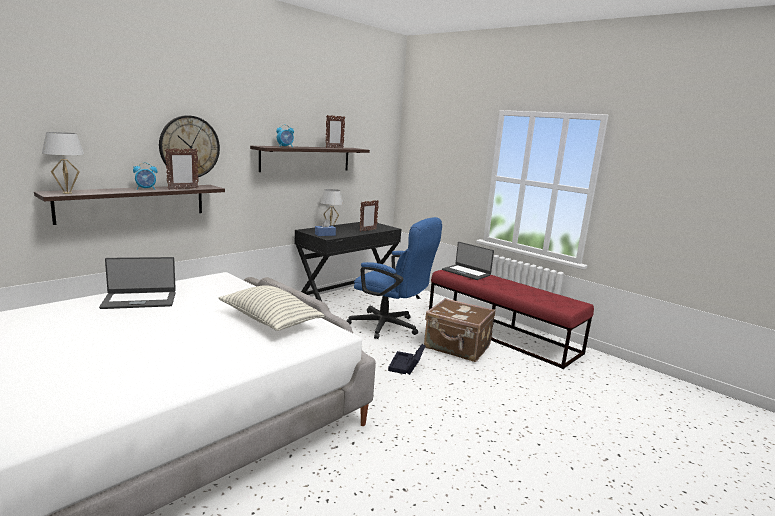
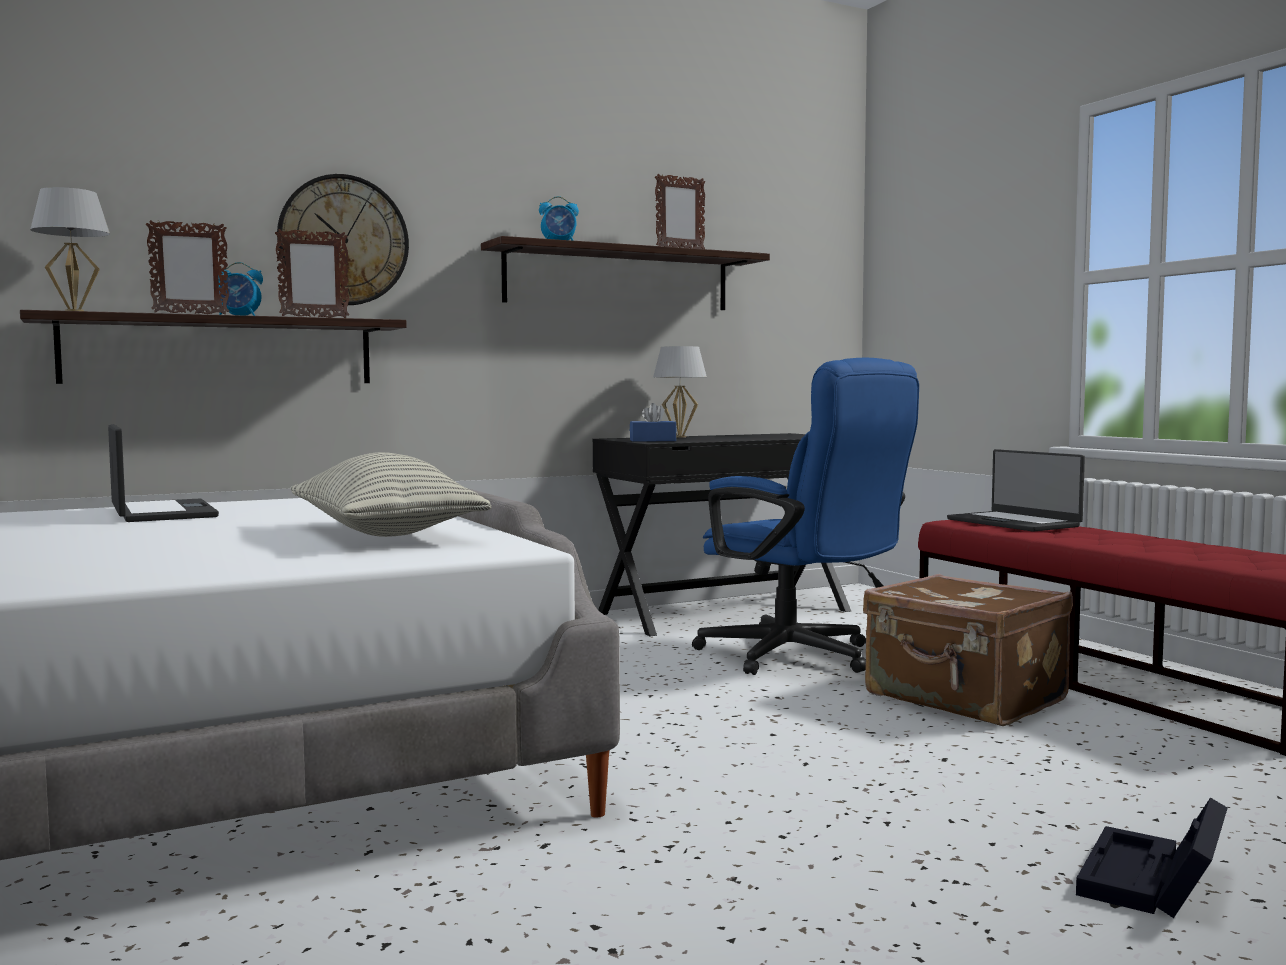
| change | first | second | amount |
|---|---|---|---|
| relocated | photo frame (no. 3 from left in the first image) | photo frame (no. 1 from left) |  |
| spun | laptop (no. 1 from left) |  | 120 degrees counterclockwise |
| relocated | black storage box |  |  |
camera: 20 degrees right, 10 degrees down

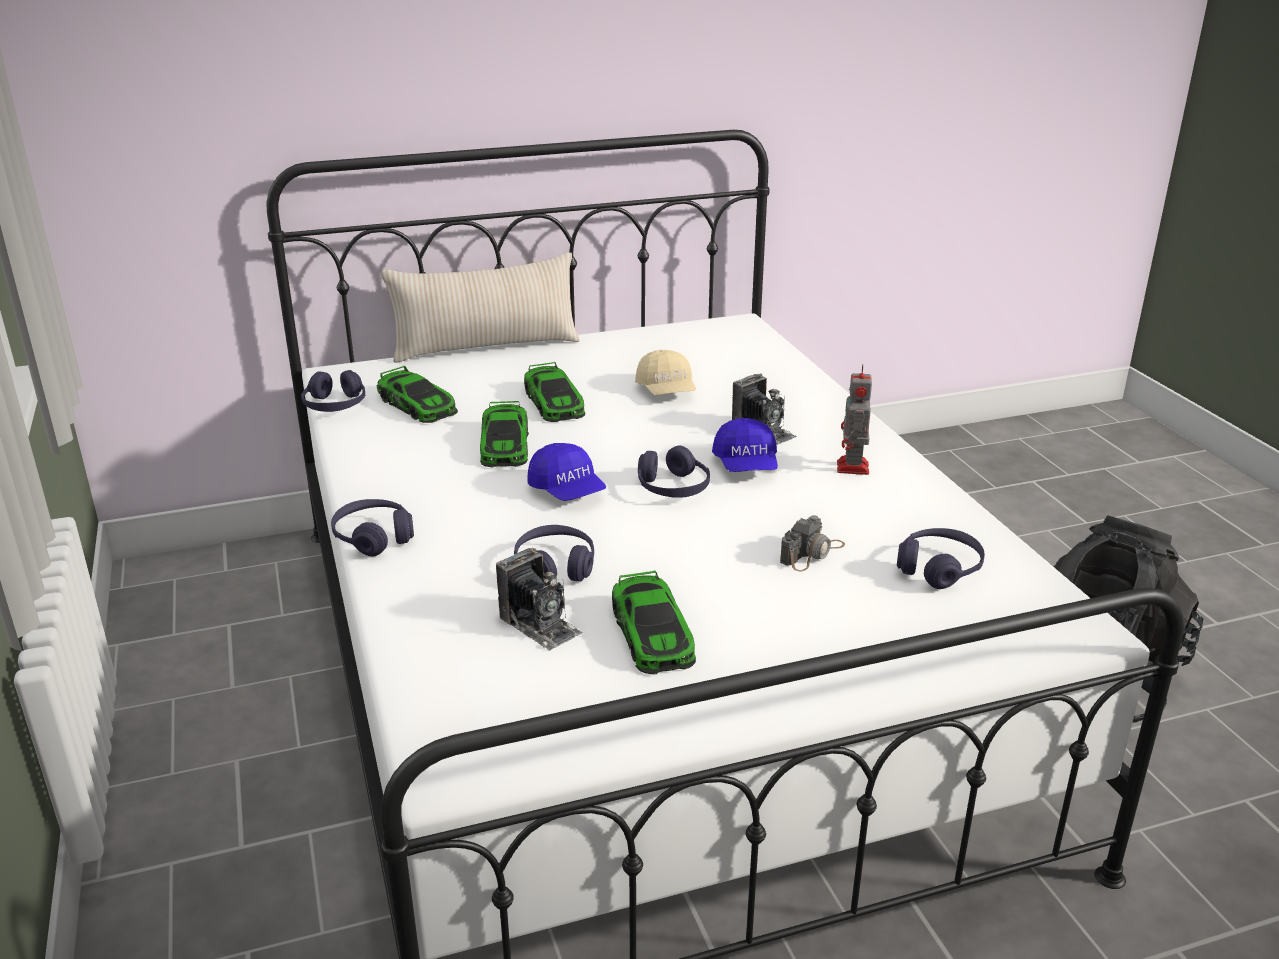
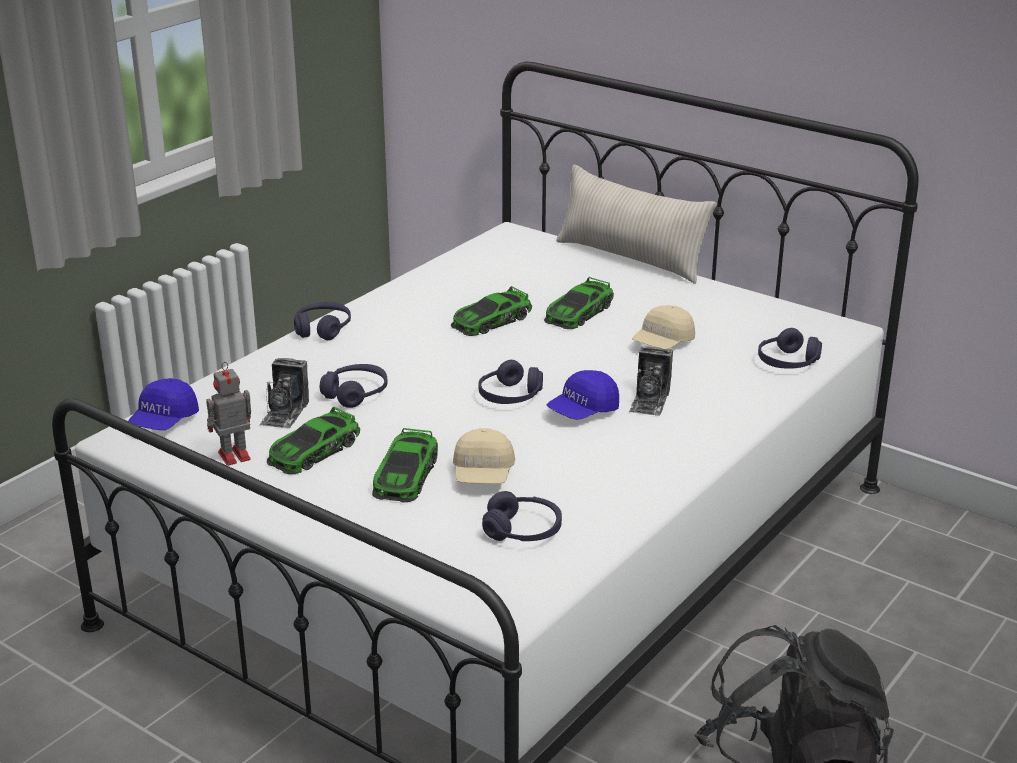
| change | first | second | amount |
|---|---|---|---|
| relocated | toy robot |  |  |
| relocated | miniature car (no. 1 from left in the first image) | miniature car (no. 2 from left) |  |
| relocated | purple-coloured headset (no. 1 from left in the first image) | purple-coloured headset (no. 5 from left) |  |
| relocated | bluish cap (no. 1 from left) |  |  |
| exchanged | photo camera (no. 3 from left) | beige cap (no. 1 from left) |  |
camera: 55 degrees right, 0 degrees up

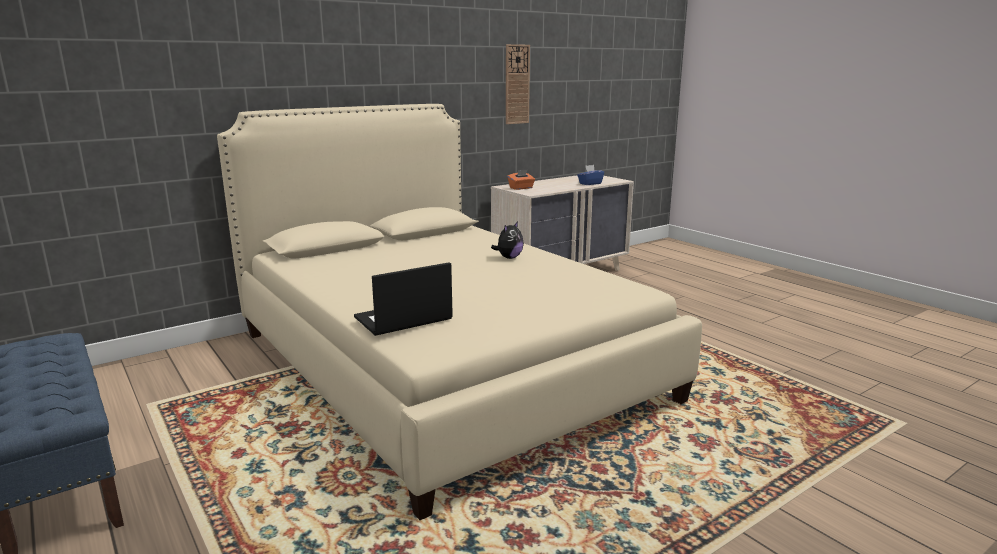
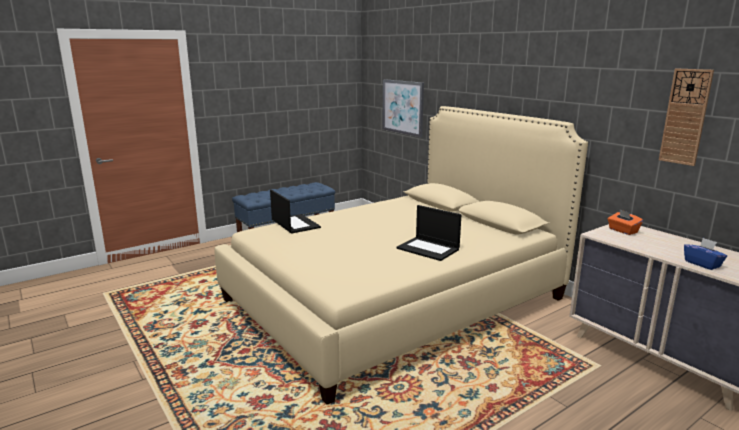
| change | first | second | amount |
|---|---|---|---|
| exchanged | cuddly toy | laptop (no. 2 from left) |  |
| appeared |  | wall picture |  |
camera: 90 degrees right, 0 degrees up

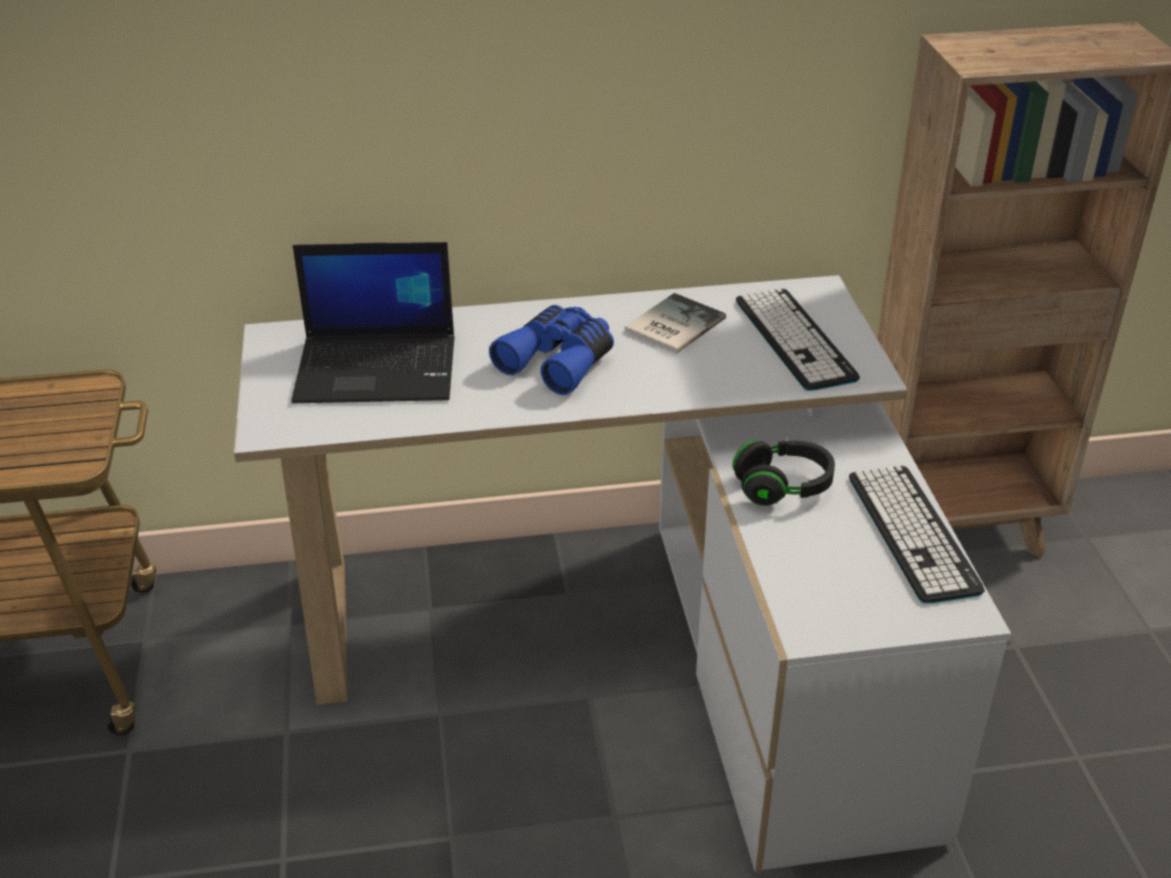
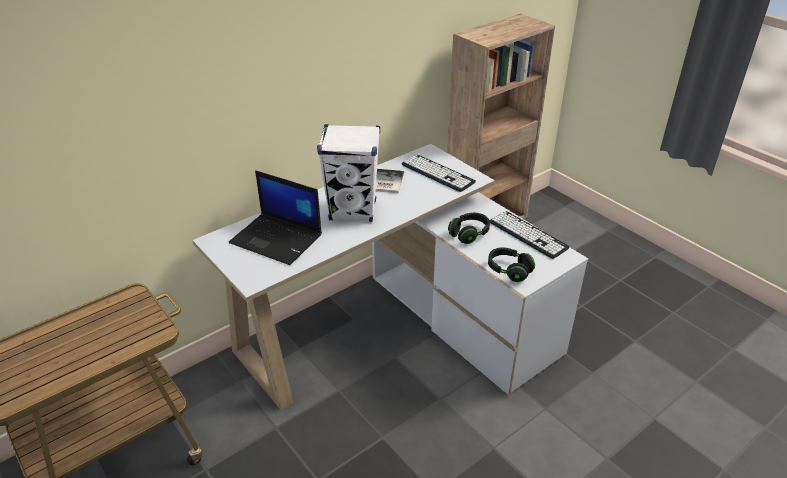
| change | first | second | amount |
|---|---|---|---|
| spun | laptop |  | 60 degrees clockwise |
| exchanged | bluish binoculars | white-coloured loudspeaker |  |
| appeared |  | black headset (no. 2 from left) |  |
camera: 30 degrees left, 0 degrees up

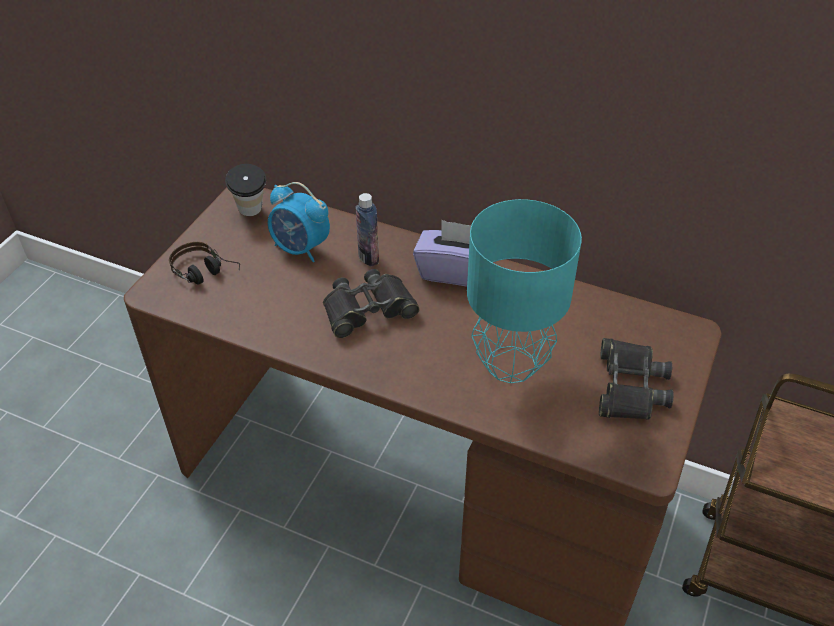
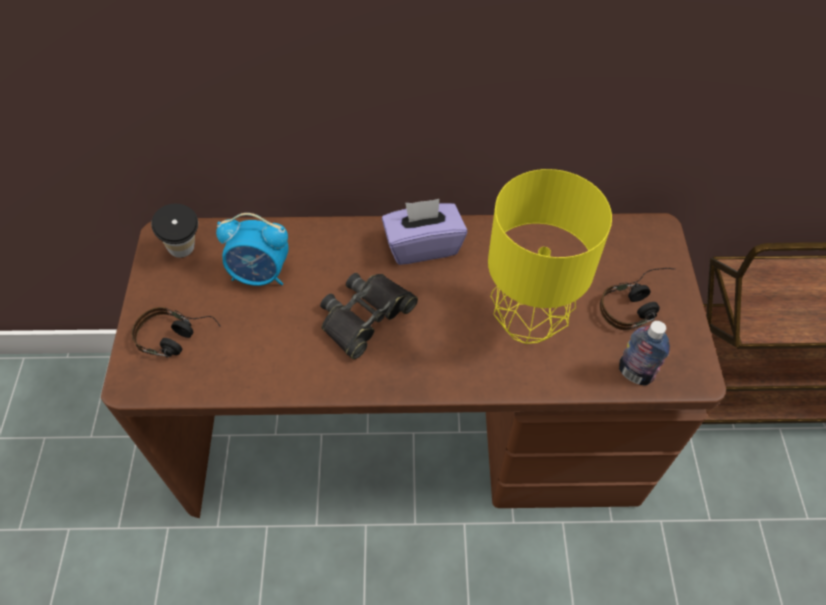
| change | first | second | amount |
|---|---|---|---|
| relocated | bottle |  |  |
| colour | turquoise-coloured table lamp | yellow table lamp |  |
| exchanged | black binoculars (no. 2 from left) | headset (no. 2 from left) |  |
camera: 25 degrees left, 10 degrees up

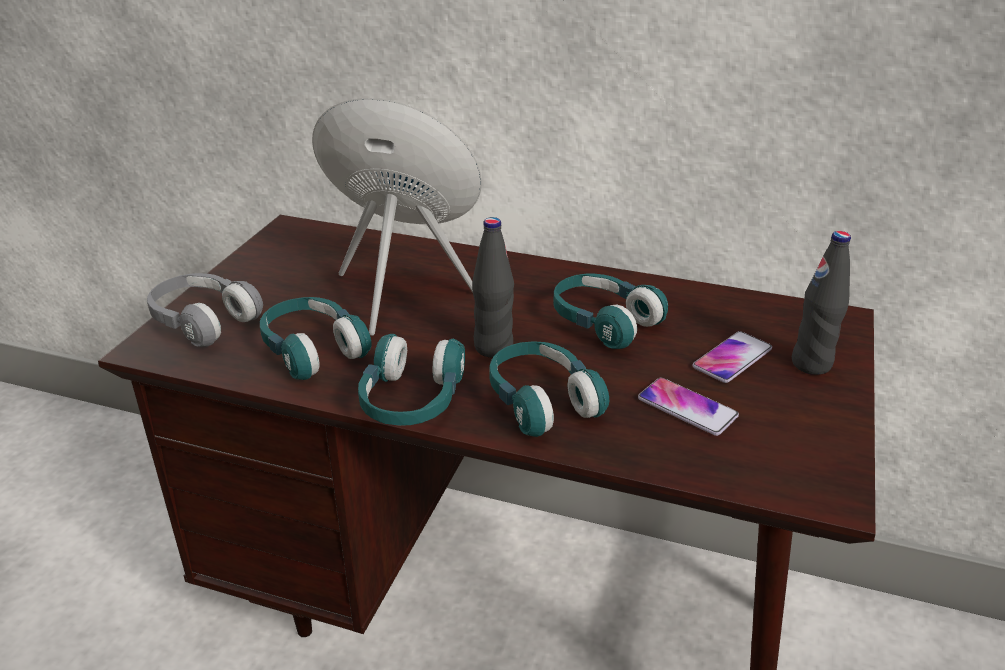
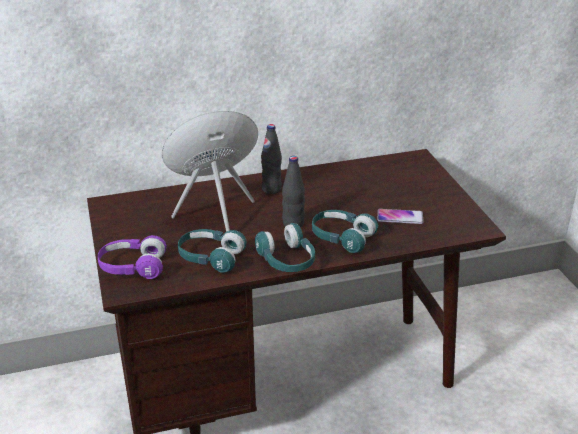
| change | first | second | amount |
|---|---|---|---|
| relocated | black bottle (no. 2 from left in the first image) | black bottle (no. 1 from left) |  |
| colour | greyish headset | purple-coloured headset |  |
| missing | turquoise-coloured headset (no. 4 from left) |  |  |
| missing | handset (no. 2 from left) |  |  |
camera: 35 degrees left, 0 degrees up

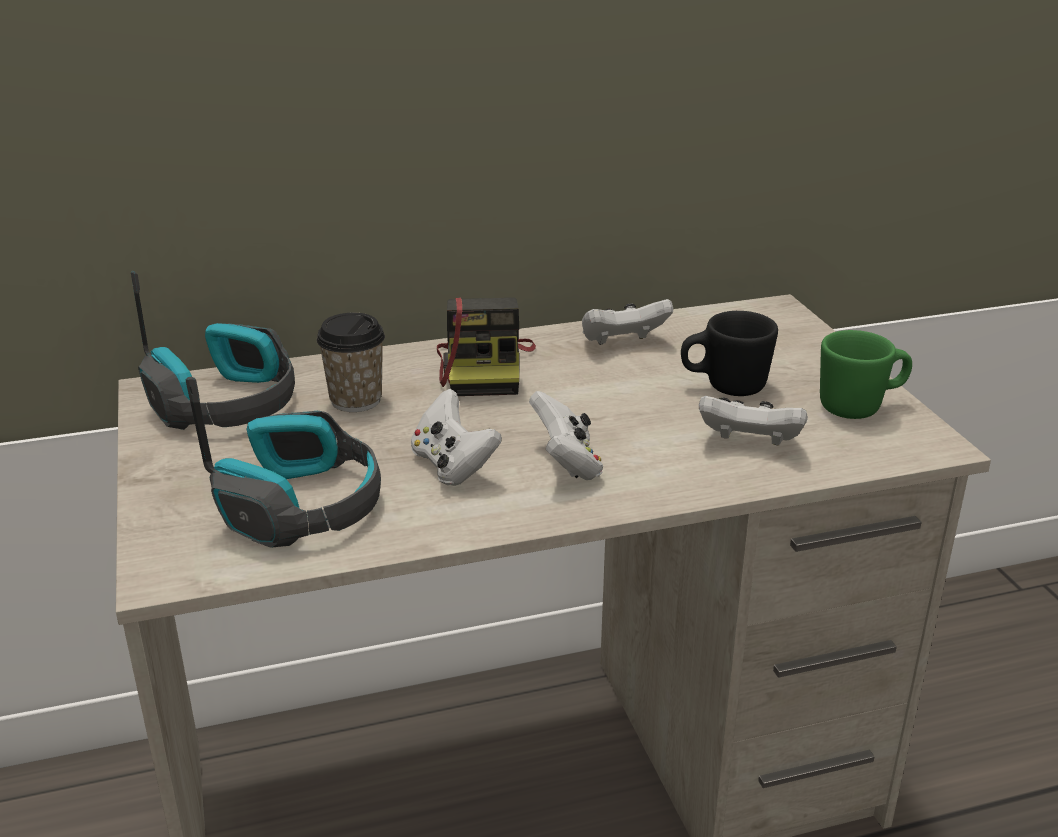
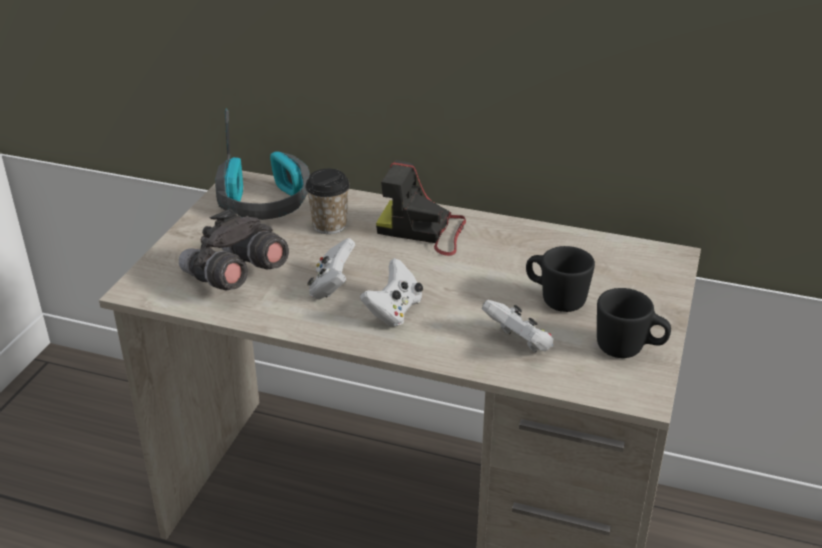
| change | first | second | amount |
|---|---|---|---|
| spun | photo camera |  | 75 degrees clockwise |
| missing | white-coloured game controller (no. 3 from left) |  |  |
| colour | green-coloured tea mug | black tea mug (no. 2 from left) |  |
| exchanged | headset (no. 2 from left) | greyish binoculars |  |
camera: 35 degrees right, 5 degrees up

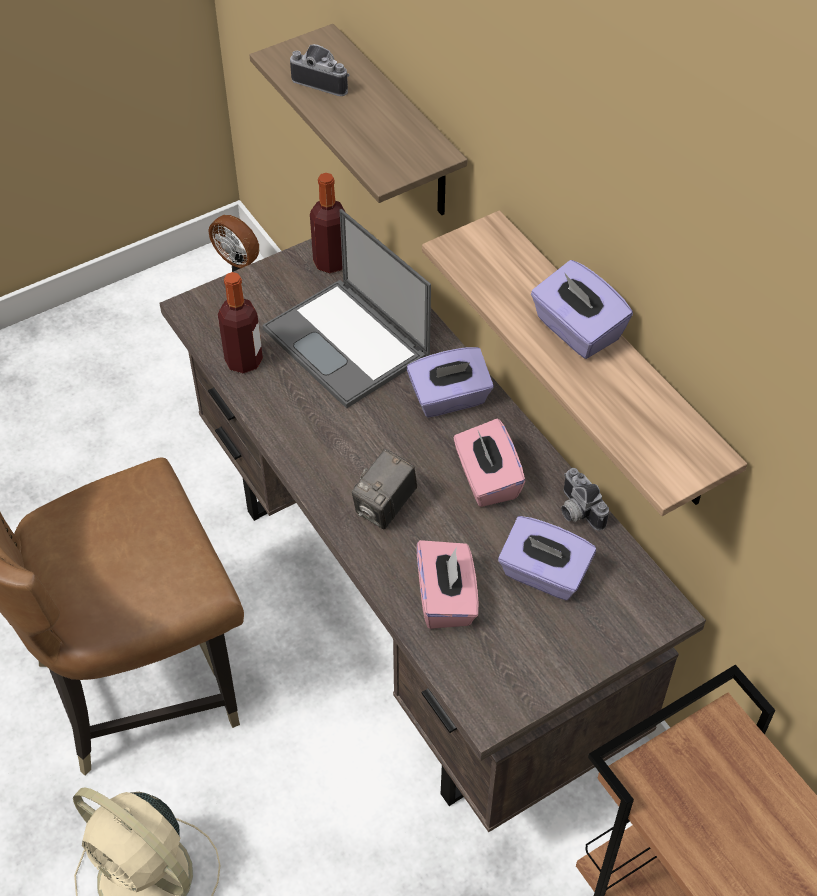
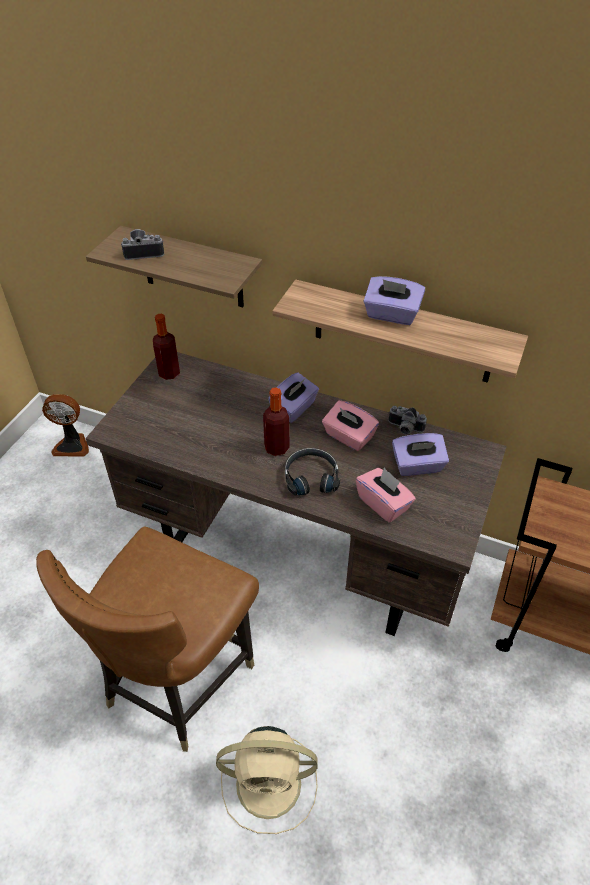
| change | first | second | amount |
|---|---|---|---|
| missing | laptop |  |  |
| relocated | bottle (no. 1 from left in the first image) | bottle (no. 2 from left) |  |
| exchanged | photo camera (no. 2 from left) | black headset |  |
camera: 35 degrees left, 5 degrees down

